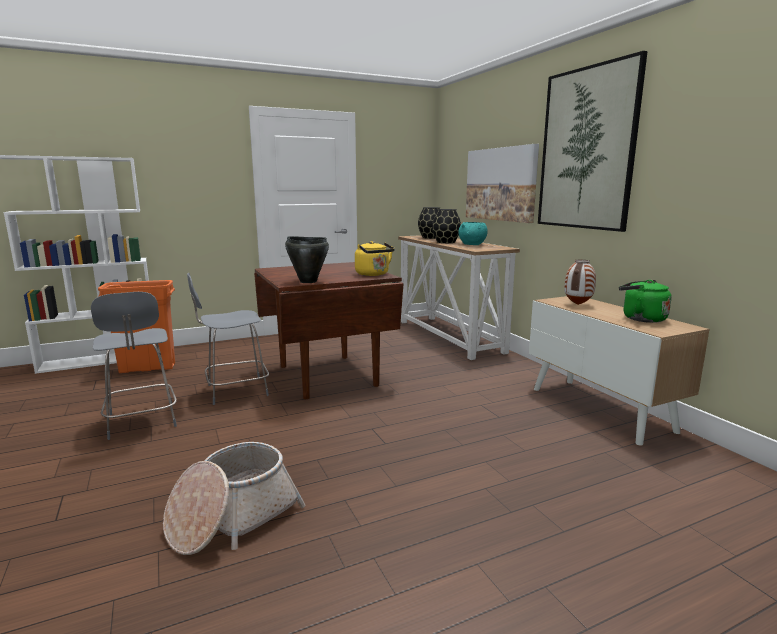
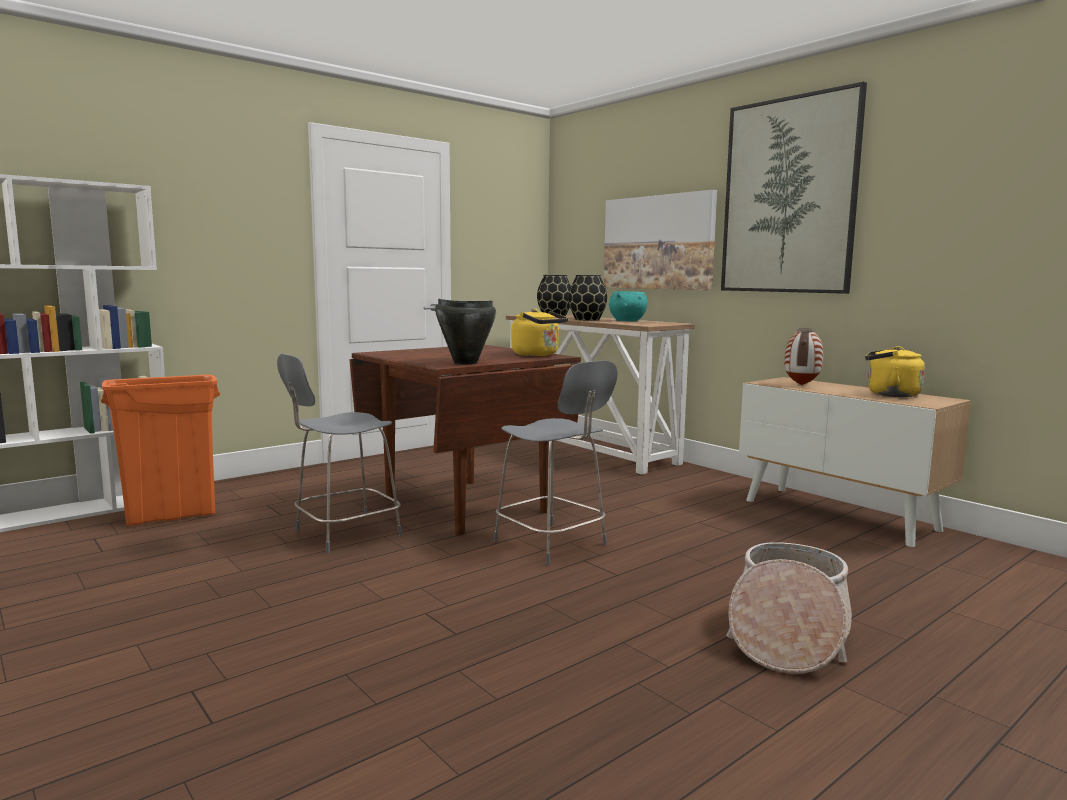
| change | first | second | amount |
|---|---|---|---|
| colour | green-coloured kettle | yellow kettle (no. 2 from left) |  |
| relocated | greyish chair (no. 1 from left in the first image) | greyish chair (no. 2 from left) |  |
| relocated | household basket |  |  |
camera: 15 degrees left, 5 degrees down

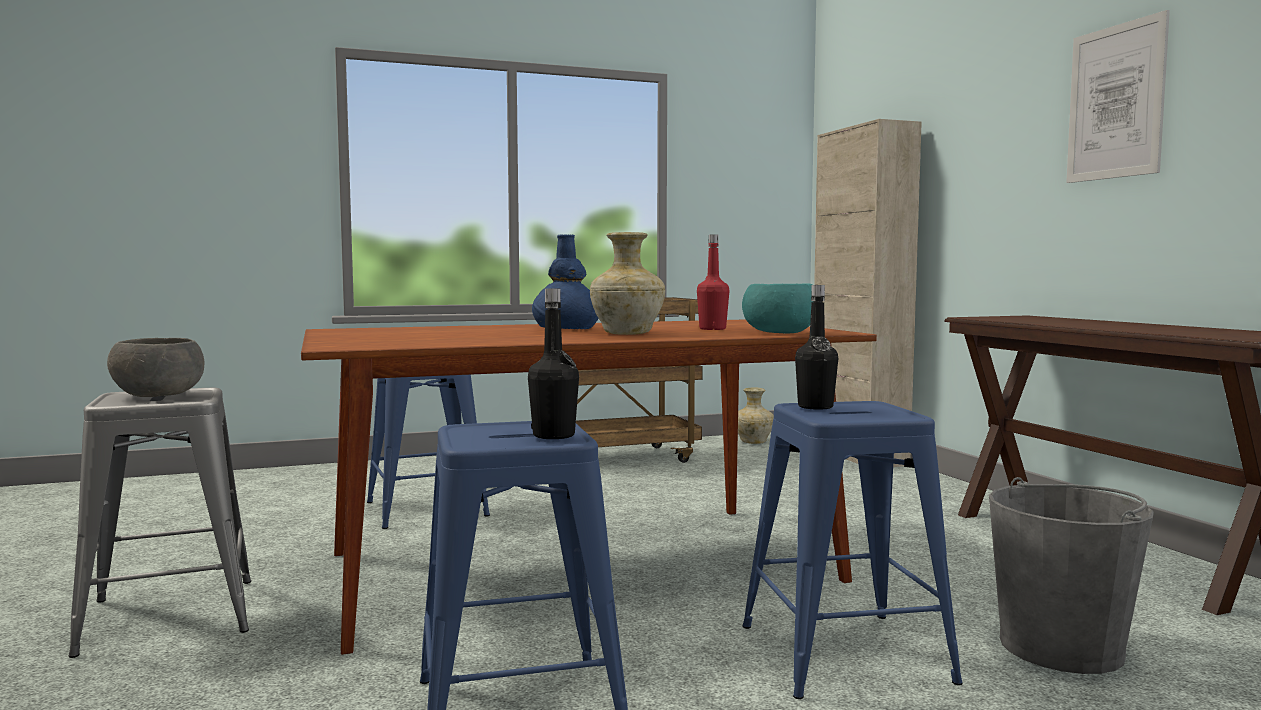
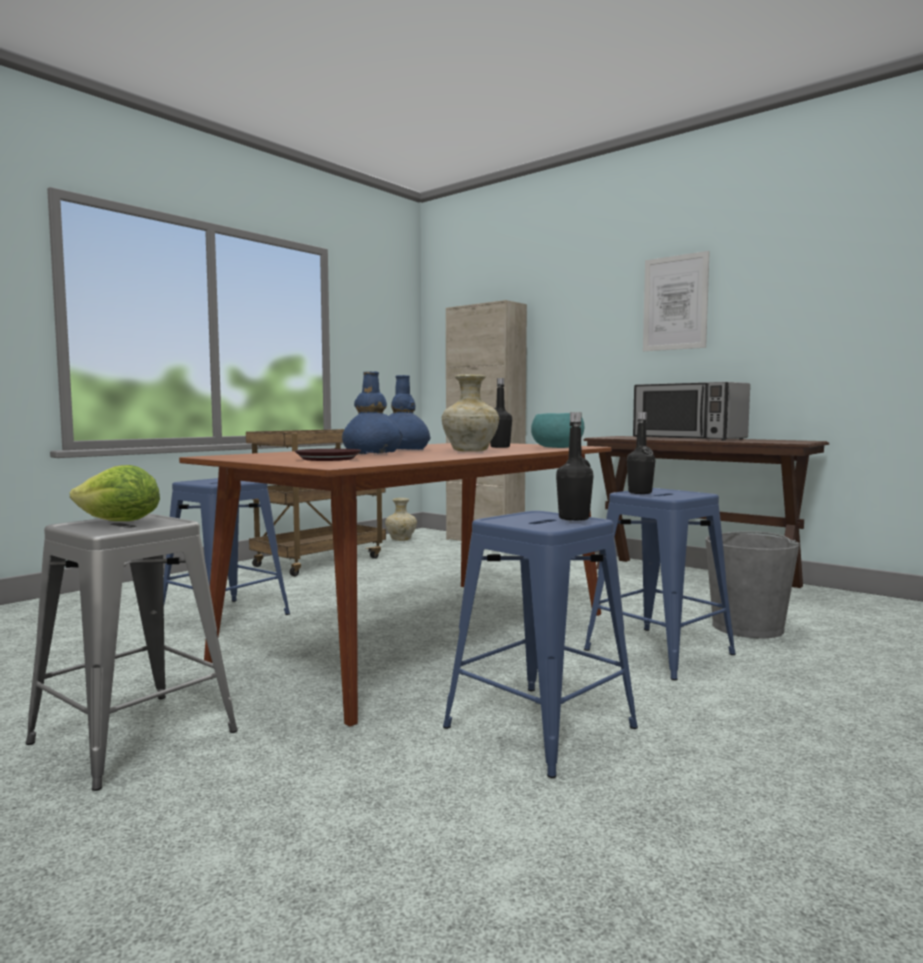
| change | first | second | amount |
|---|---|---|---|
| colour | red-coloured bottle | black bottle (no. 1 from left) |  |
| exchanged | greyish bowl | lettuce head |  |
| appeared |  | bluish vase (no. 1 from left) |  |
| appeared |  | kitchen microwave |  |
| appeared |  | brown flat dish |  |
camera: 30 degrees left, 0 degrees up

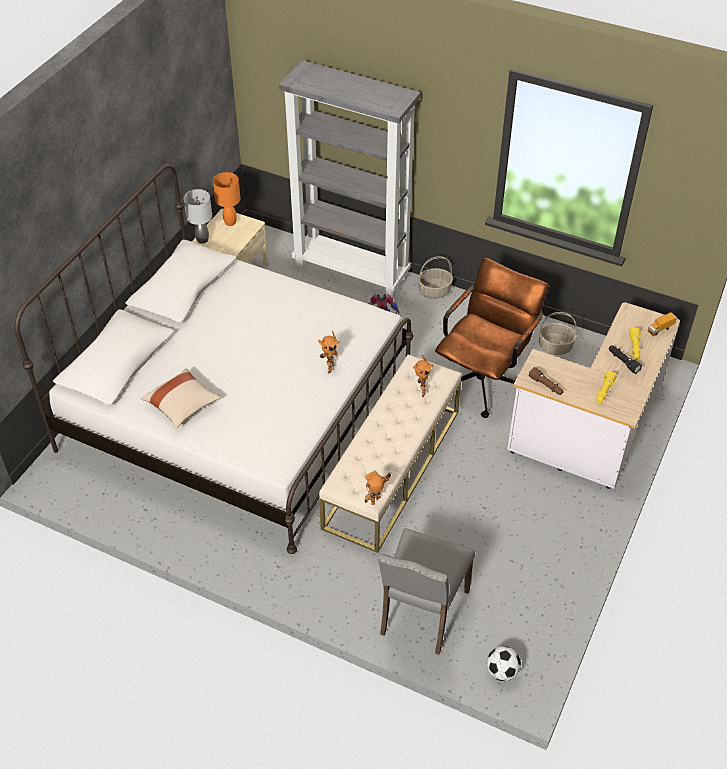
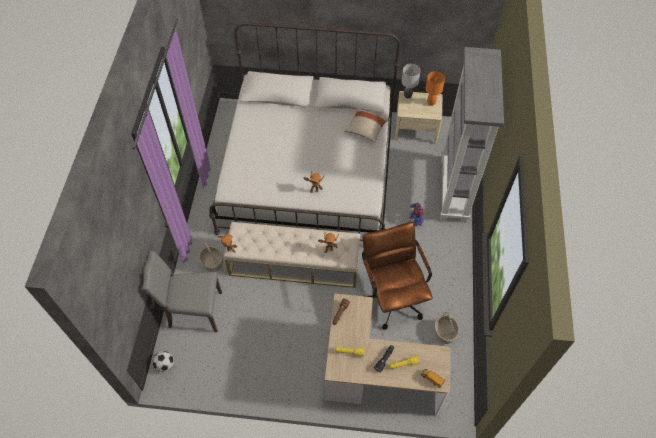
| change | first | second | amount |
|---|---|---|---|
| relocated | household basket (no. 1 from left) |  |  |
| spun | brown desk chair |  | 120 degrees counterclockwise |
| relocated | beige pillow |  |  |
camera: 70 degrees right, 10 degrees up

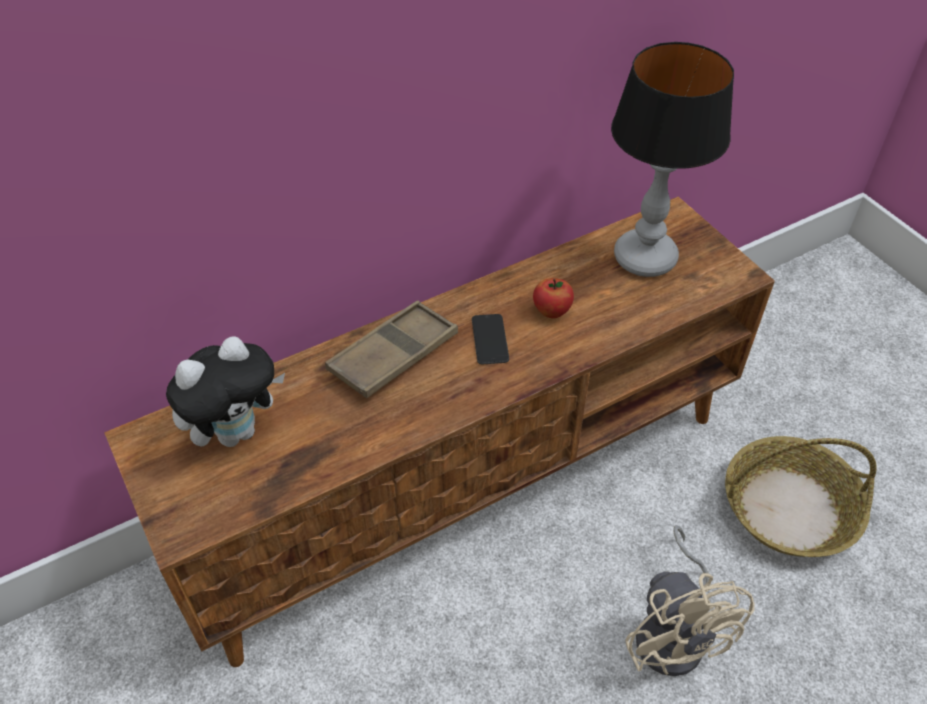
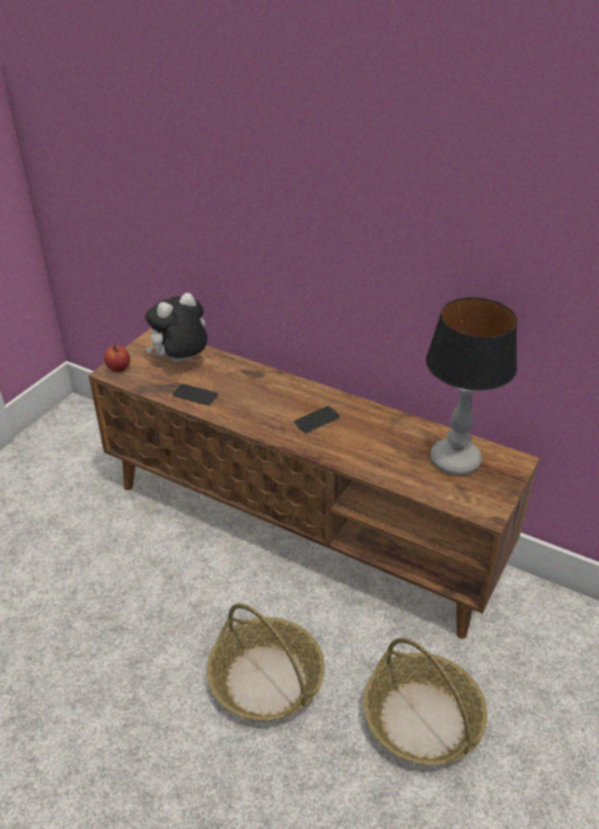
| change | first | second | amount |
|---|---|---|---|
| relocated | apple |  |  |
| missing | brown carrying tray |  |  |
| spun | cuddly toy |  | 120 degrees clockwise |
| exchanged | beige electric fan | household basket (no. 1 from left) |  |
| appeared |  | handset (no. 1 from left) |  |
camera: 60 degrees right, 10 degrees down

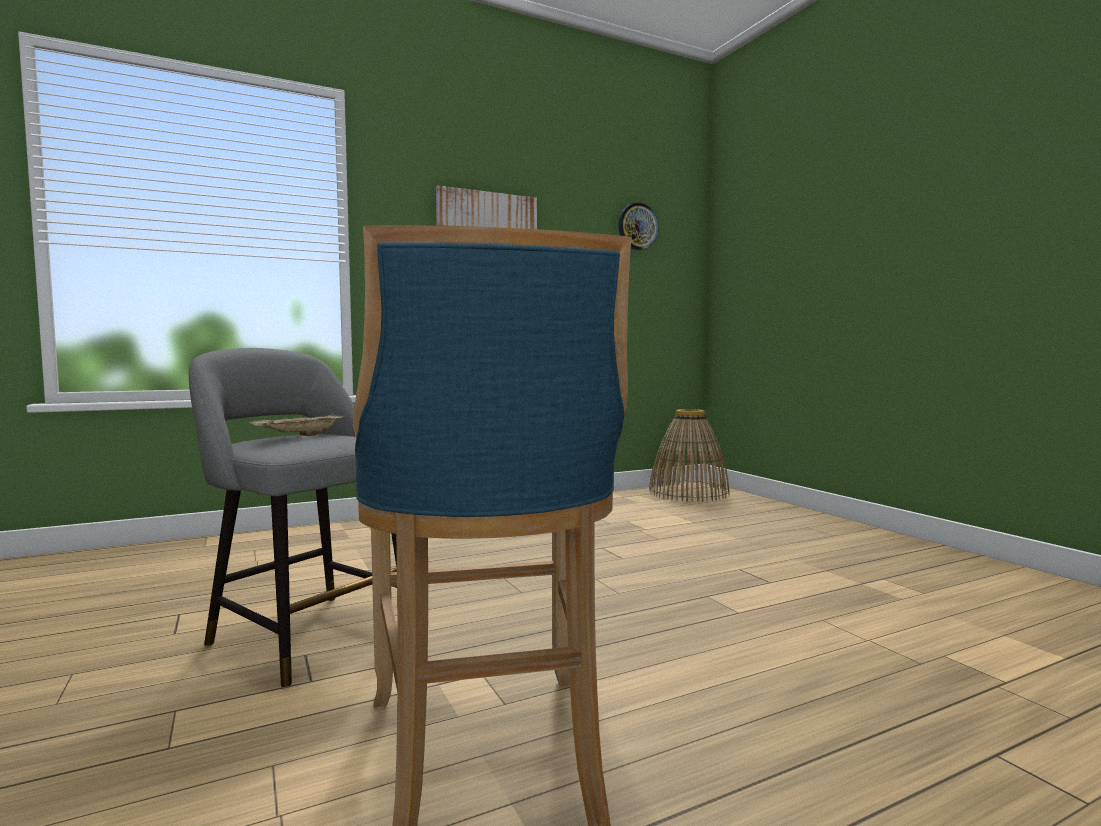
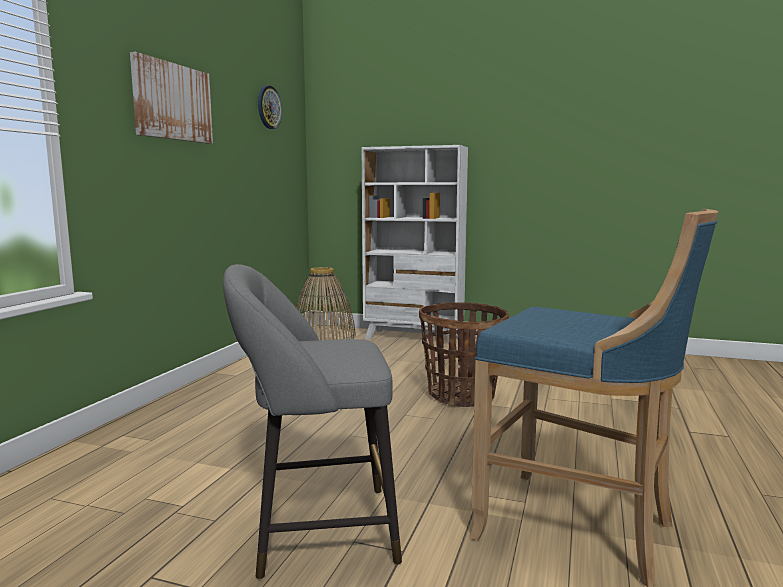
| change | first | second | amount |
|---|---|---|---|
| missing | beige carrying tray |  |  |
| appeared |  | white-coloured shelving unit |  |
| appeared |  | household basket (no. 2 from left) |  |
camera: 45 degrees left, 5 degrees up

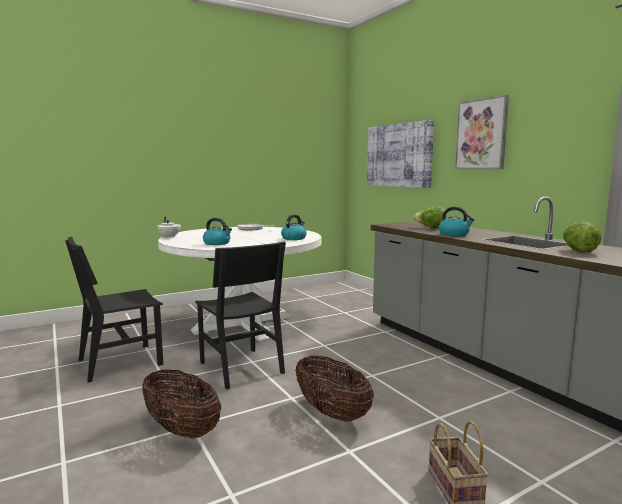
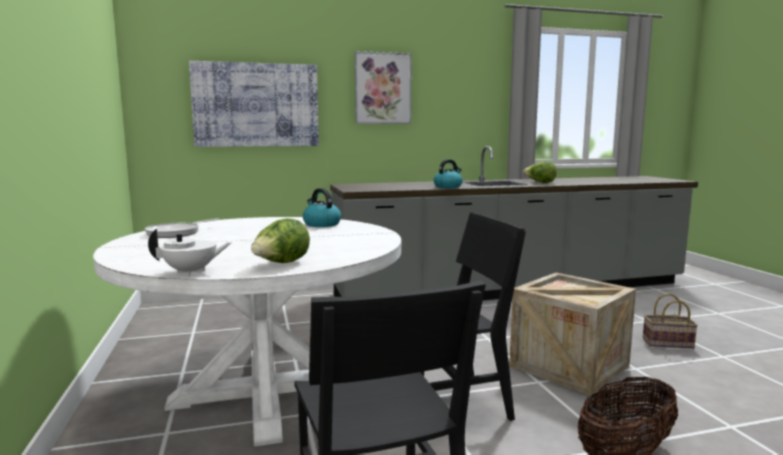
| change | first | second | amount |
|---|---|---|---|
| relocated | lettuce head (no. 1 from left) |  |  |
| missing | kettle (no. 1 from left) |  |  |
| exchanged | household basket (no. 2 from left) | crate |  |
camera: 75 degrees left, 0 degrees up

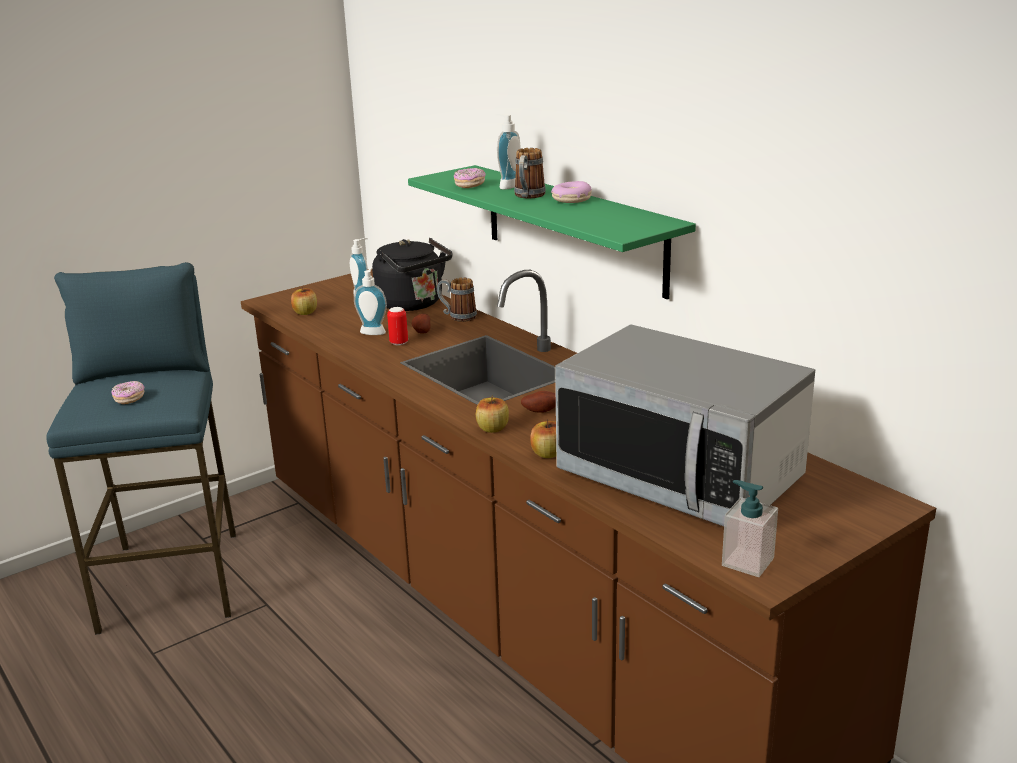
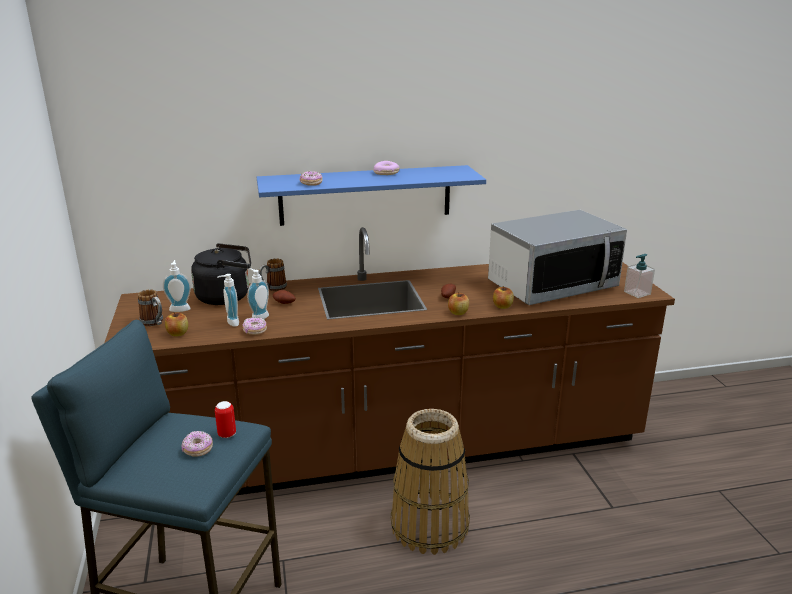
| change | first | second | amount |
|---|---|---|---|
| relocated | soap dispenser (no. 3 from left in the first image) | soap dispenser (no. 2 from left) |  |
| relocated | tea mug (no. 2 from left in the first image) | tea mug (no. 1 from left) |  |
| colour | green-coloured bracket shelf | bluish bracket shelf |  |
| relocated | metal can |  |  |
| appeared |  | ring doughnut (no. 2 from left) |  |
| appeared |  | household basket |  |
camera: 65 degrees left, 0 degrees up

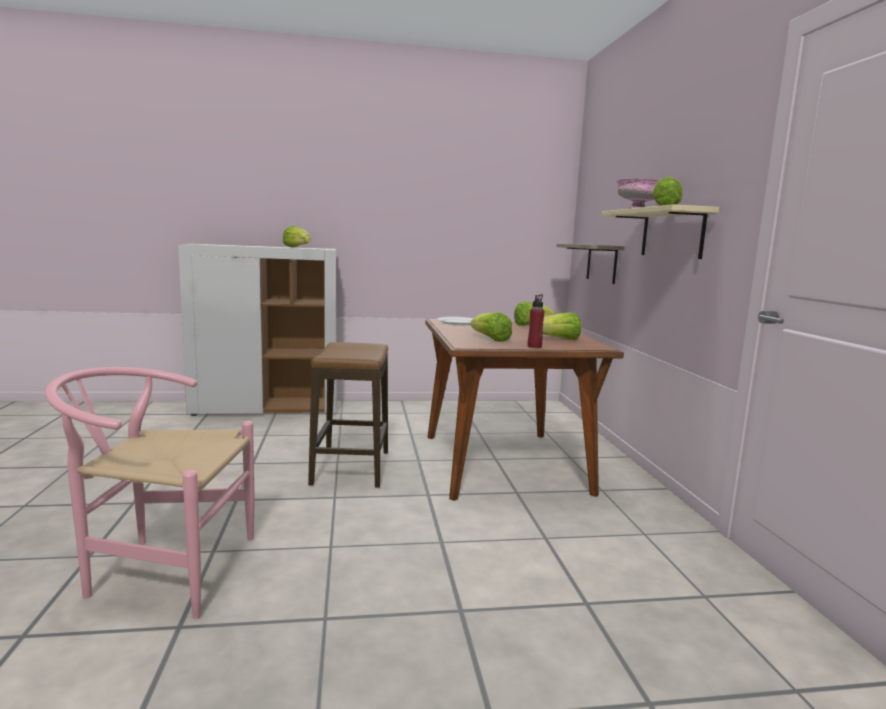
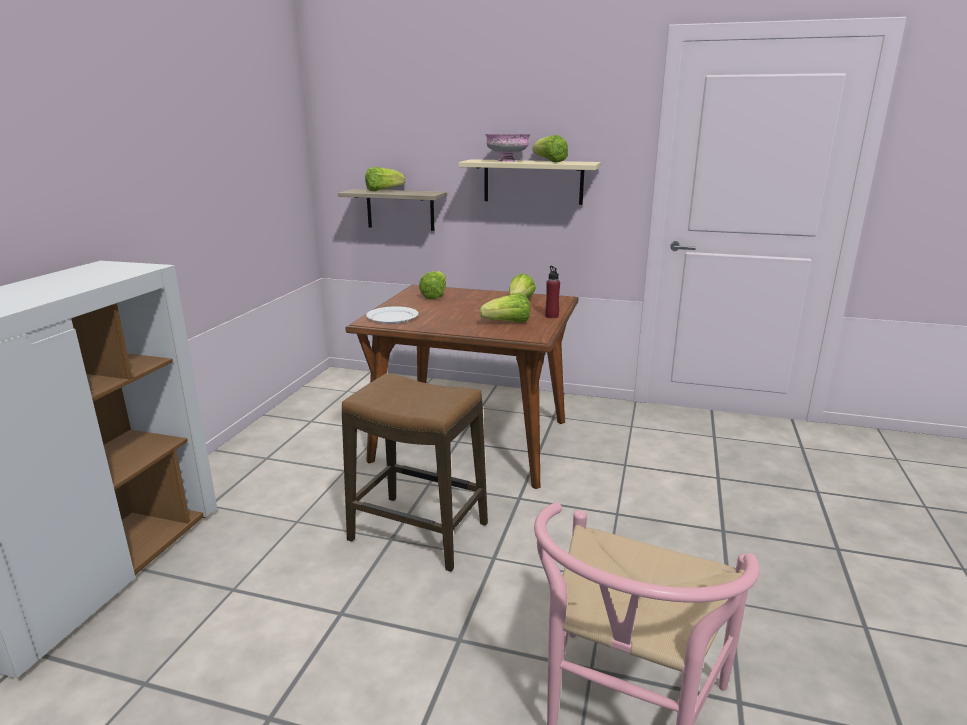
| change | first | second | amount |
|---|---|---|---|
| relocated | lettuce head (no. 1 from left) |  |  |
camera: 65 degrees left, 10 degrees up

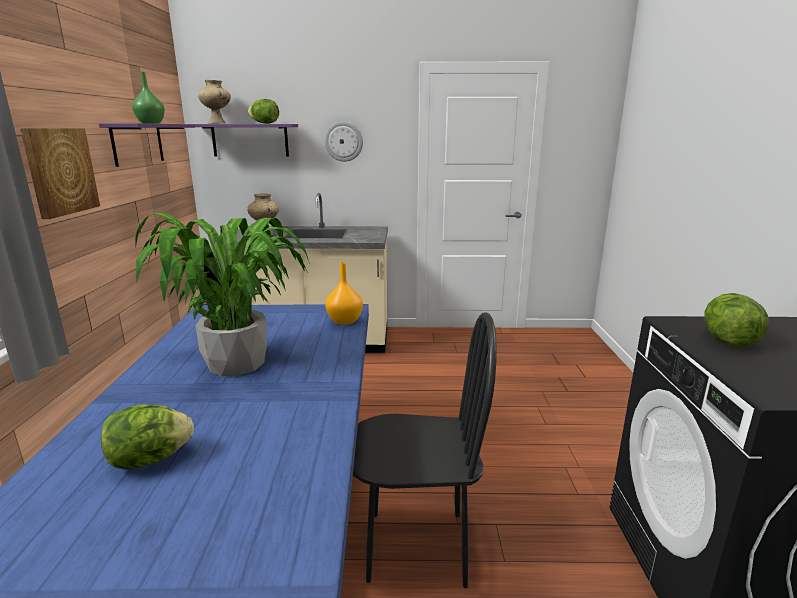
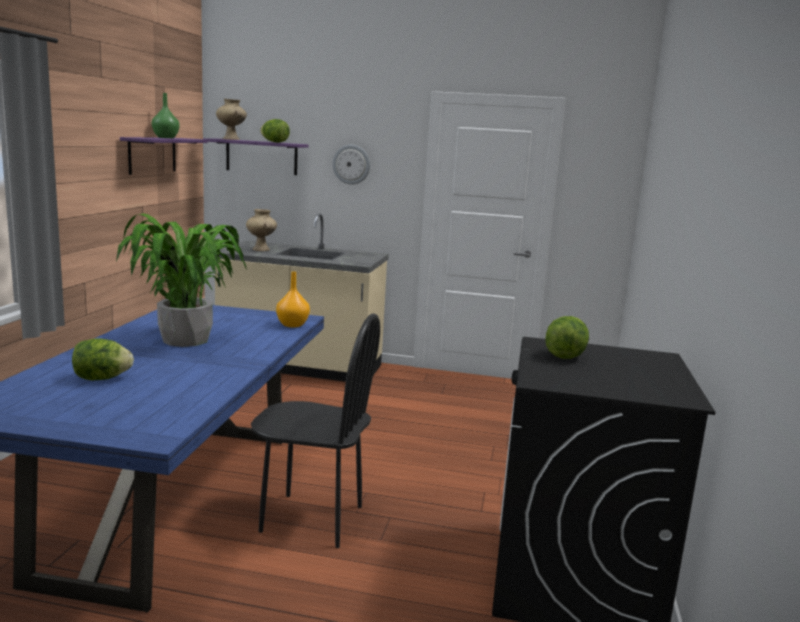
| change | first | second | amount |
|---|---|---|---|
| missing | wall picture |  |  |
camera: 10 degrees right, 5 degrees down

